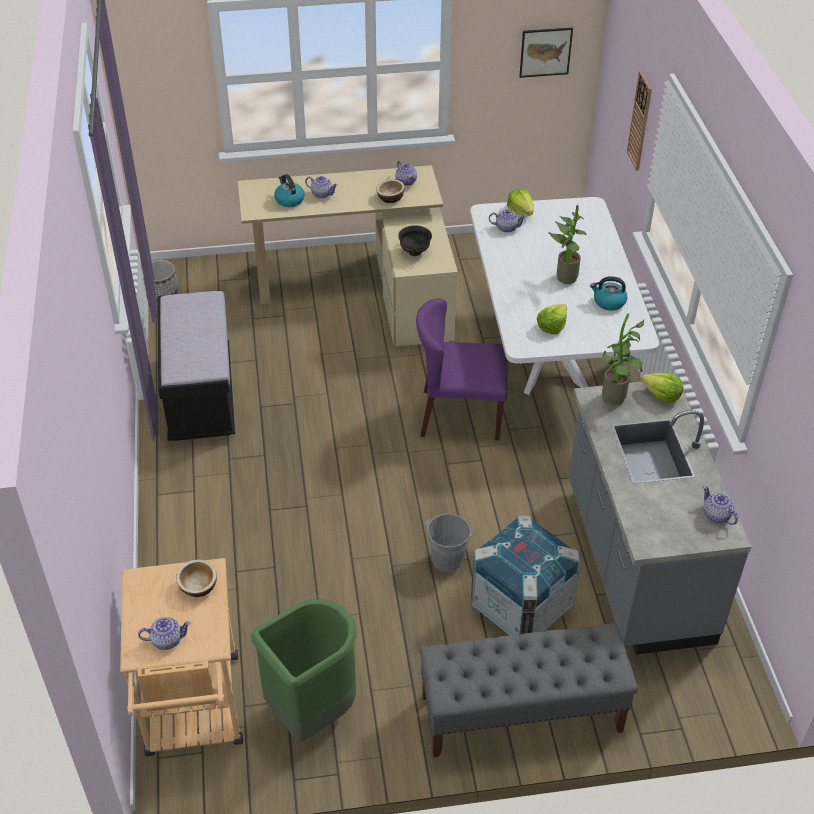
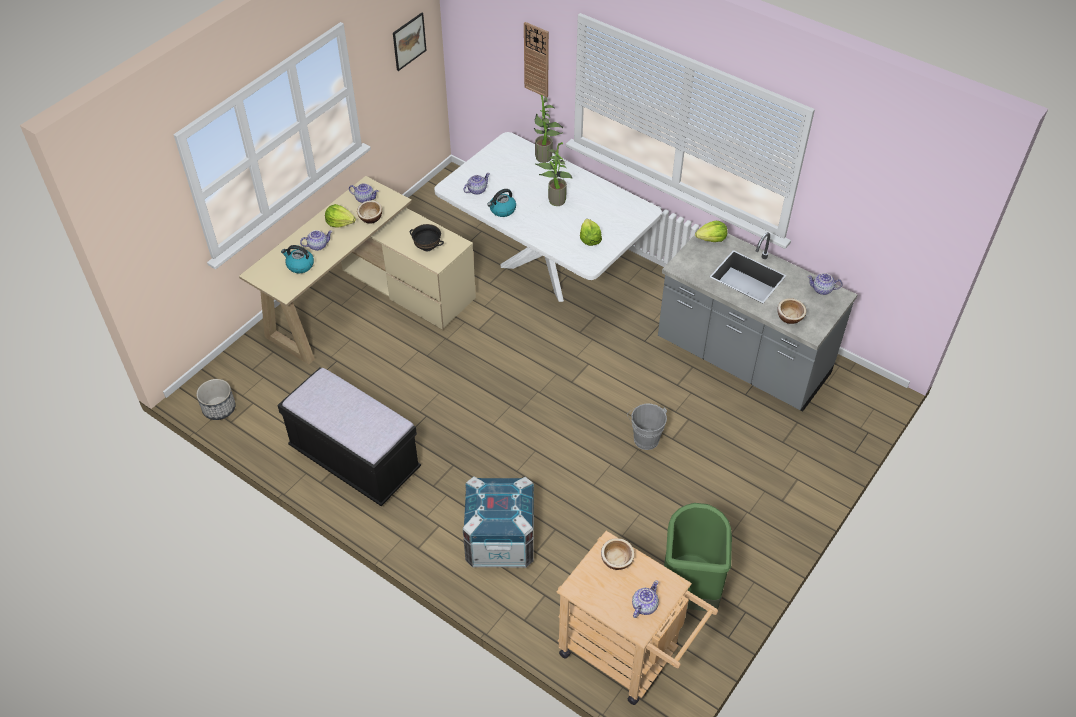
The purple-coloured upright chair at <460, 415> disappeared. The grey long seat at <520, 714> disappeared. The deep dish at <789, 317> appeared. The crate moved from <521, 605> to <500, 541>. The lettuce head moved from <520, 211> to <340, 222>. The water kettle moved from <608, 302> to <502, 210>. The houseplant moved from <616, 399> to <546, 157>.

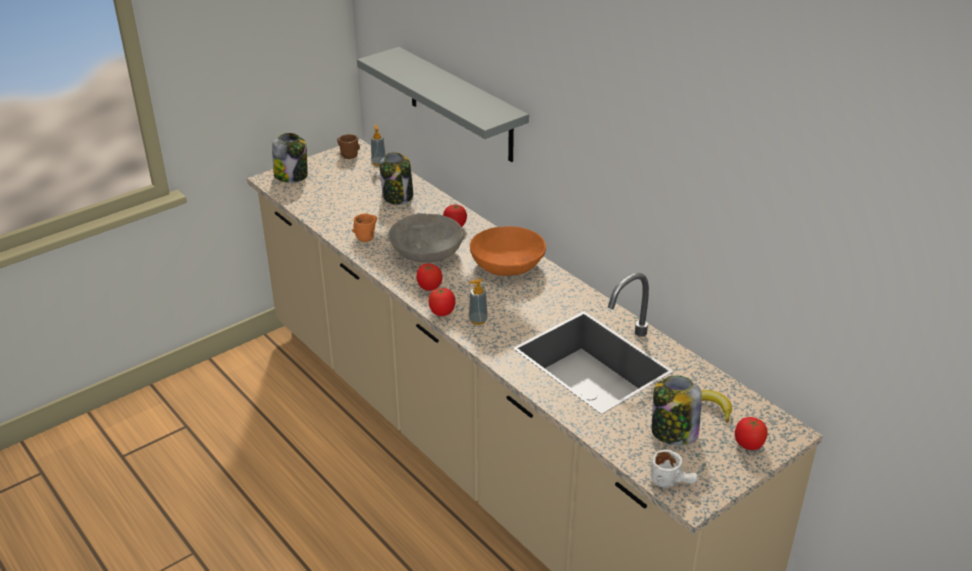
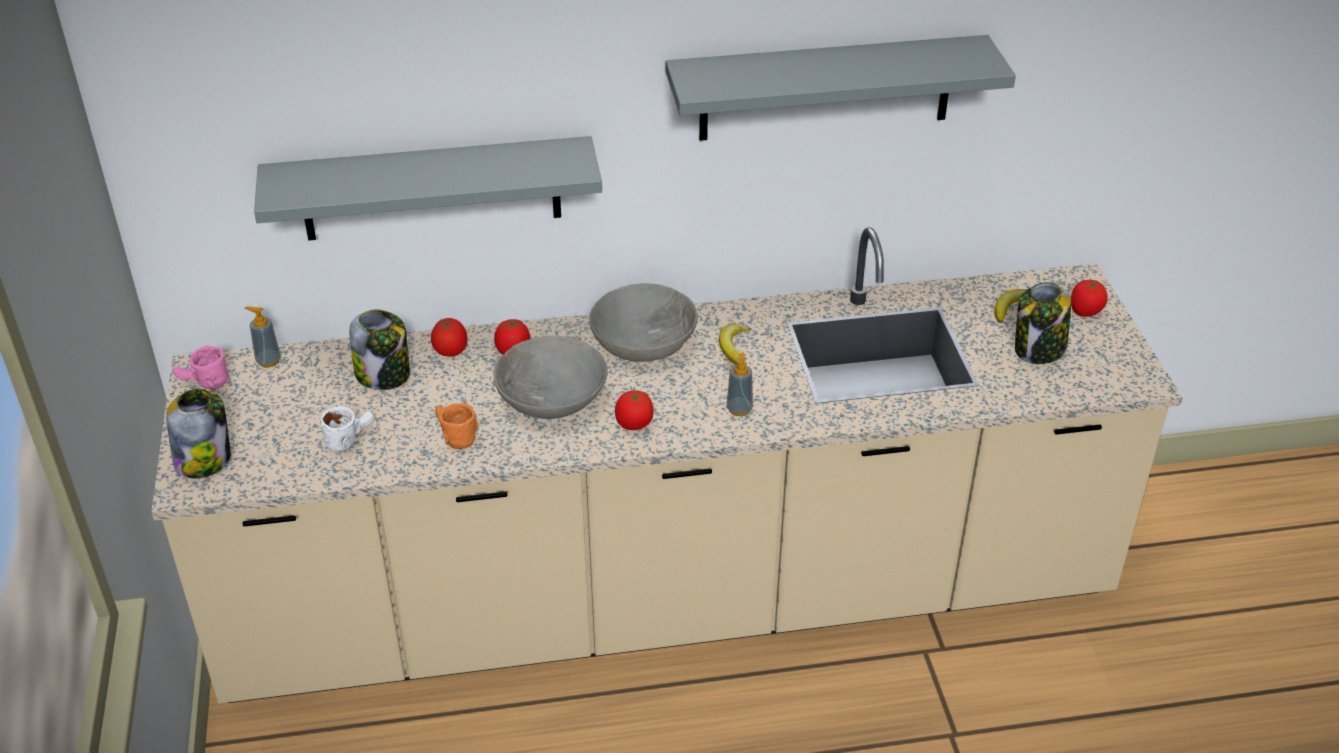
The grey wall shelf at <825, 88> appeared. The whole banana at <734, 348> appeared. The whole tomato moved from <442, 312> to <450, 351>. The white coffee mug moved from <673, 481> to <349, 438>. The brownish coffee mug at <345, 154> became the pink coffee mug at <203, 384>. The orange-coloured deep dish at <508, 265> became the grey deep dish at <643, 342>.

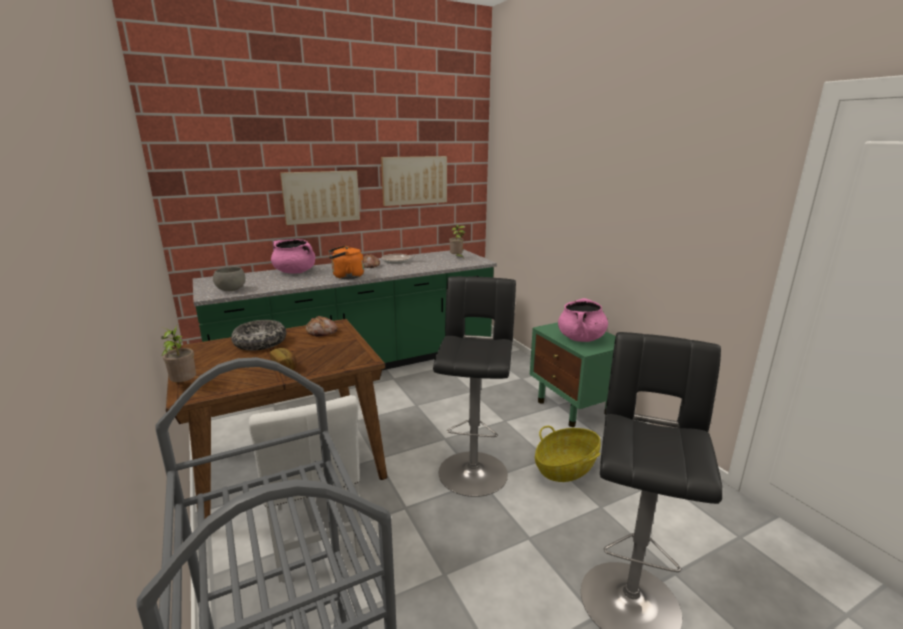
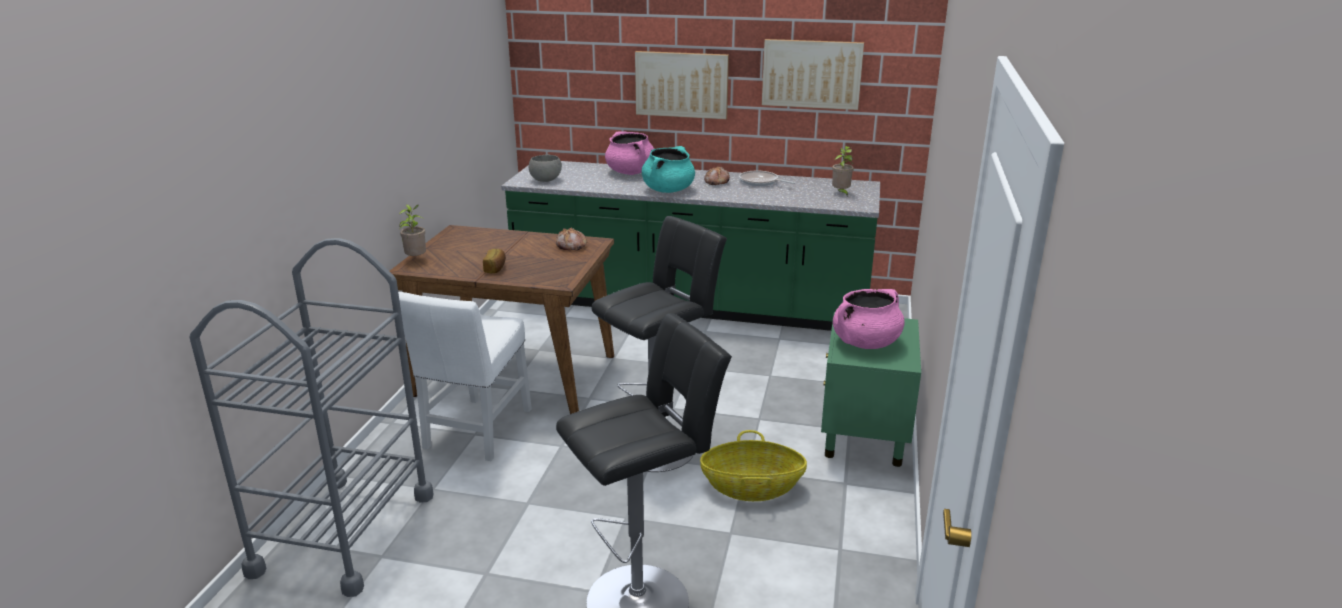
The deep dish at <260, 342> disappeared. The orange-coloured water kettle at <346, 276> was replaced by the turquoise-coloured stockpot at <668, 190>.

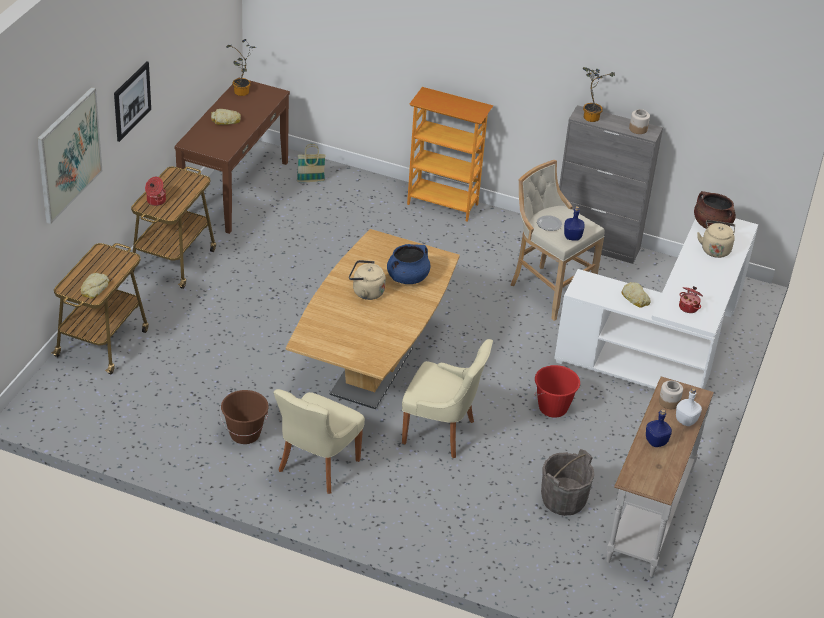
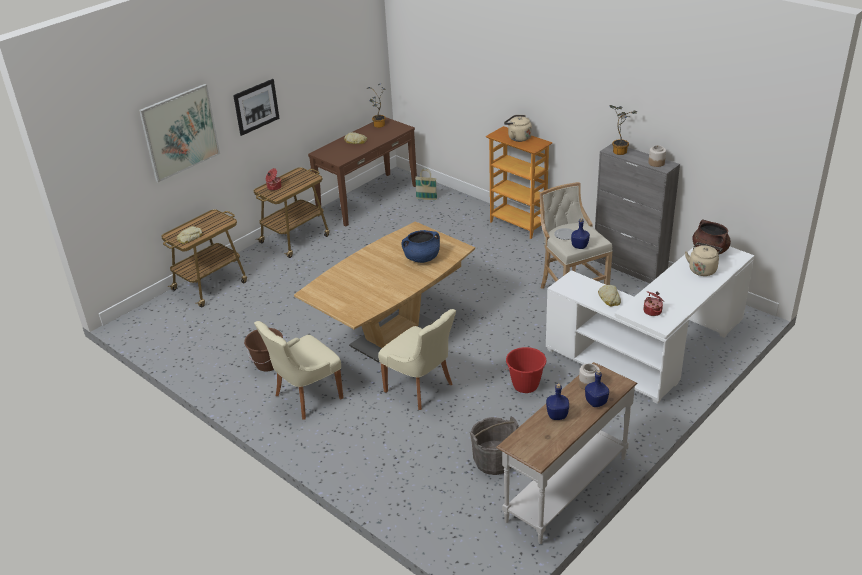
The beige water kettle moved from <366, 292> to <518, 138>. The white bottle at <686, 421> became the blue bottle at <596, 402>.

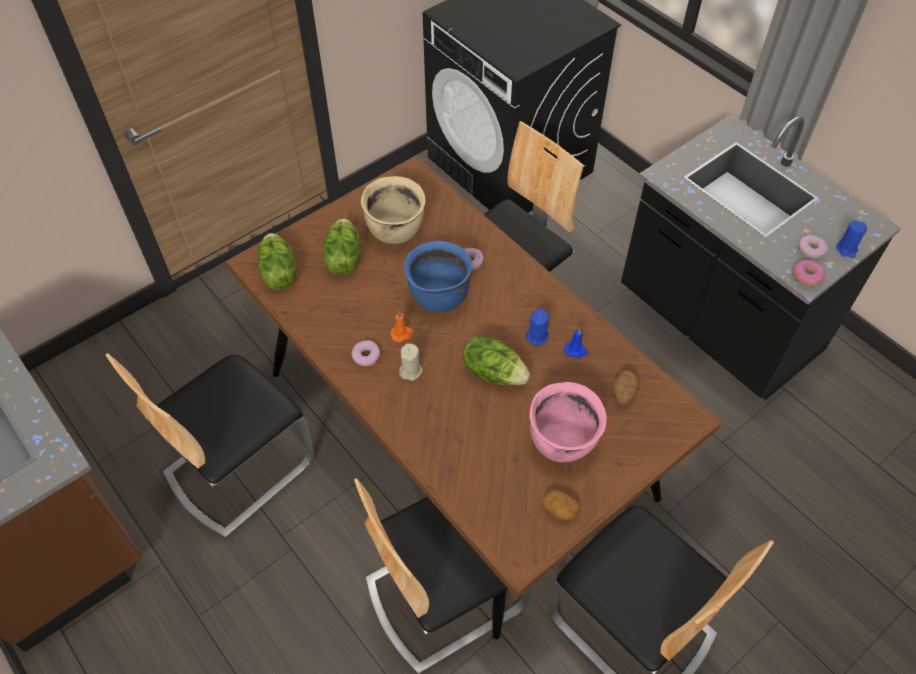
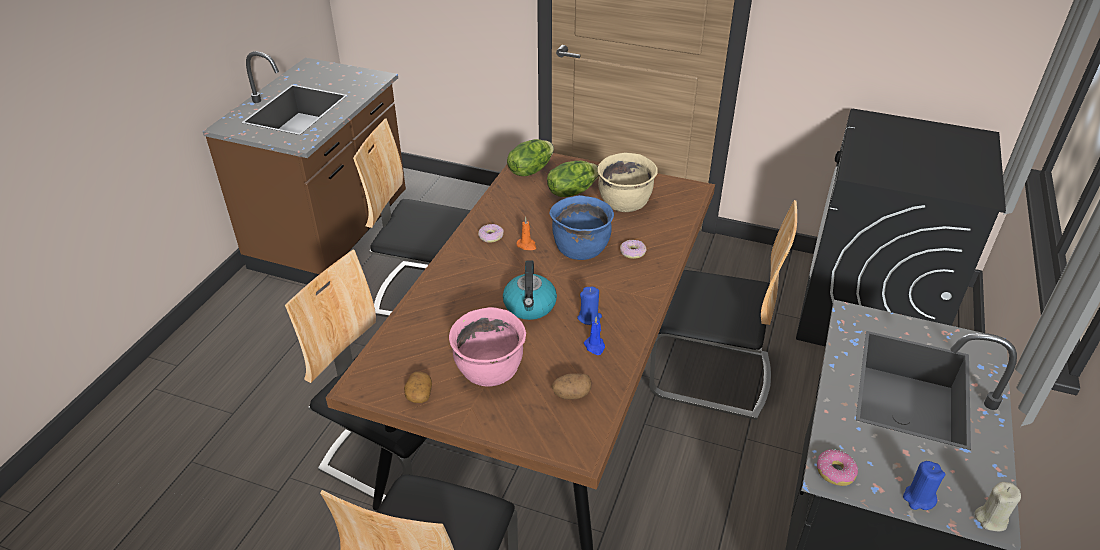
The ring doughnut at <811, 249> disappeared. The beige wax light moved from <410, 370> to <991, 519>. The lettuce head at <494, 372> was replaced by the water kettle at <530, 306>.

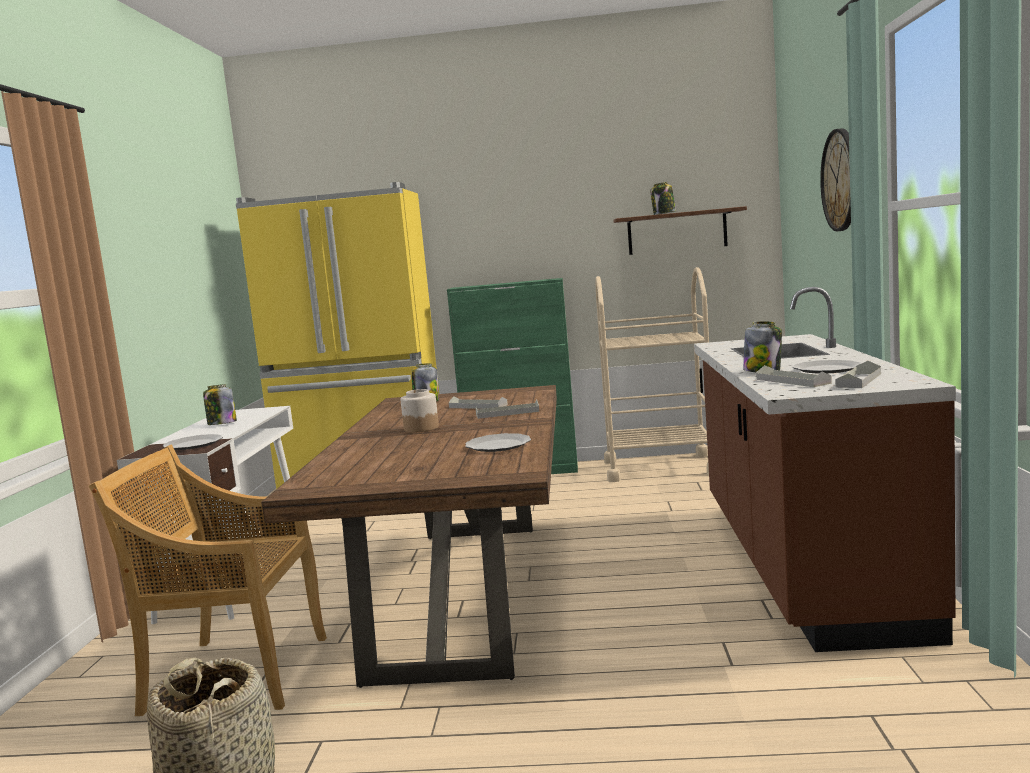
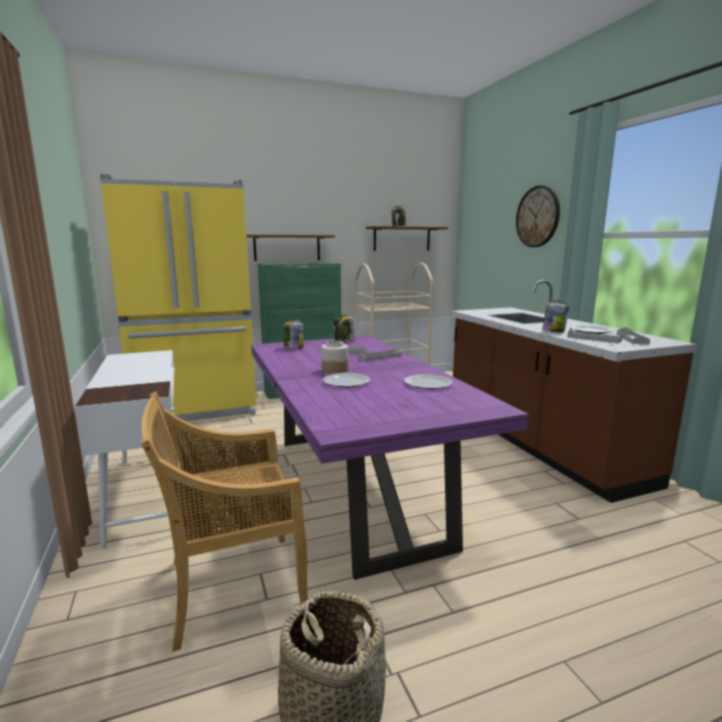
The brownish wall shelf at <287, 247> appeared. The plate moved from <192, 444> to <345, 382>. The preserve jar moved from <221, 424> to <343, 341>. The brownish dining table at <461, 593> became the purple-coloured dining table at <354, 487>.

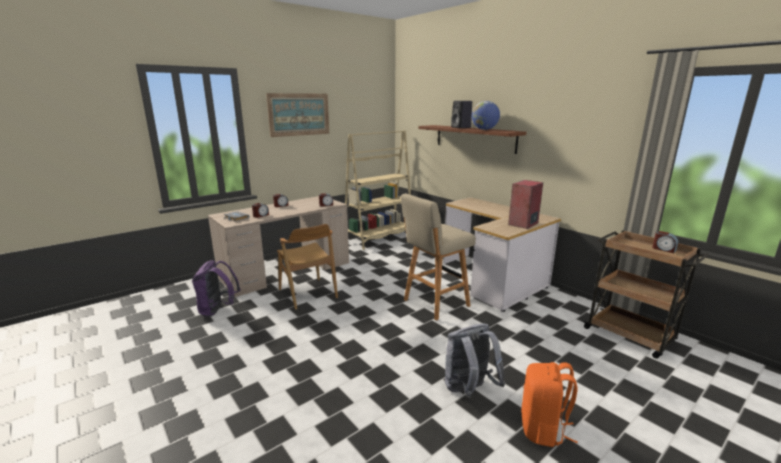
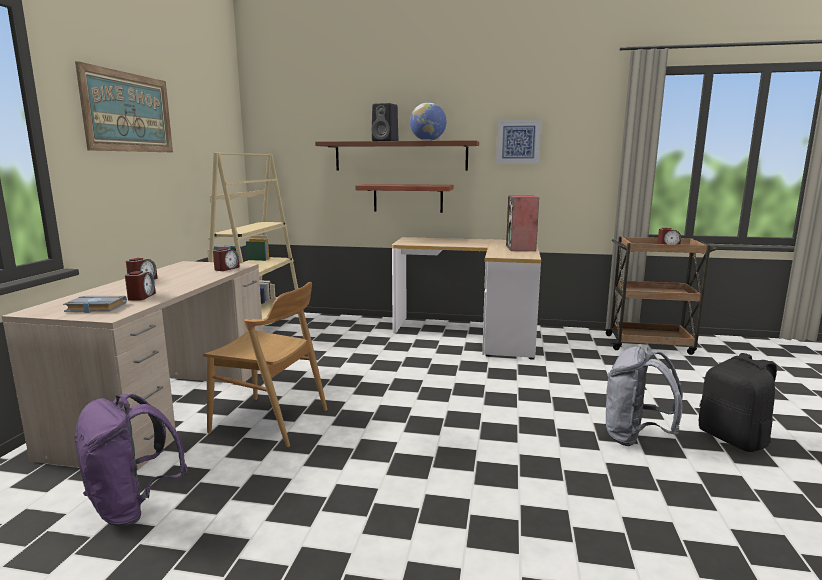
The beige stool seat at <434, 303> disappeared. The wall shelf at <408, 198> appeared. The wall picture at <518, 142> appeared. The orange-coloured backpack at <543, 429> became the black-coloured backpack at <734, 439>.

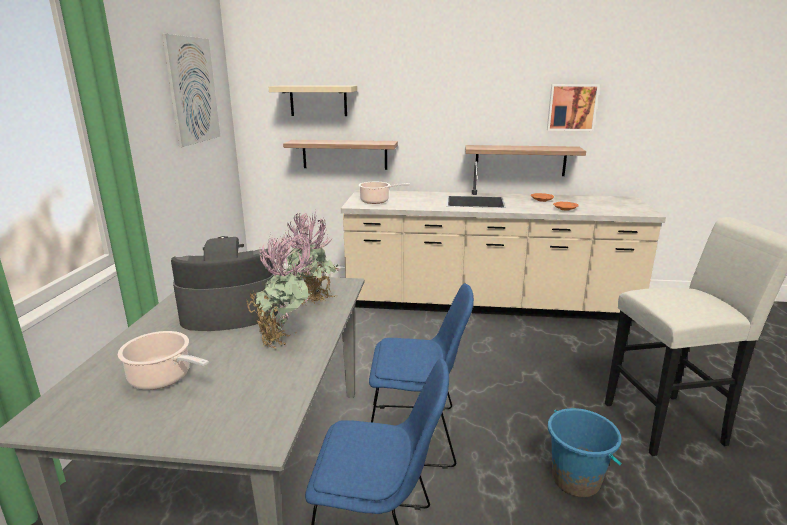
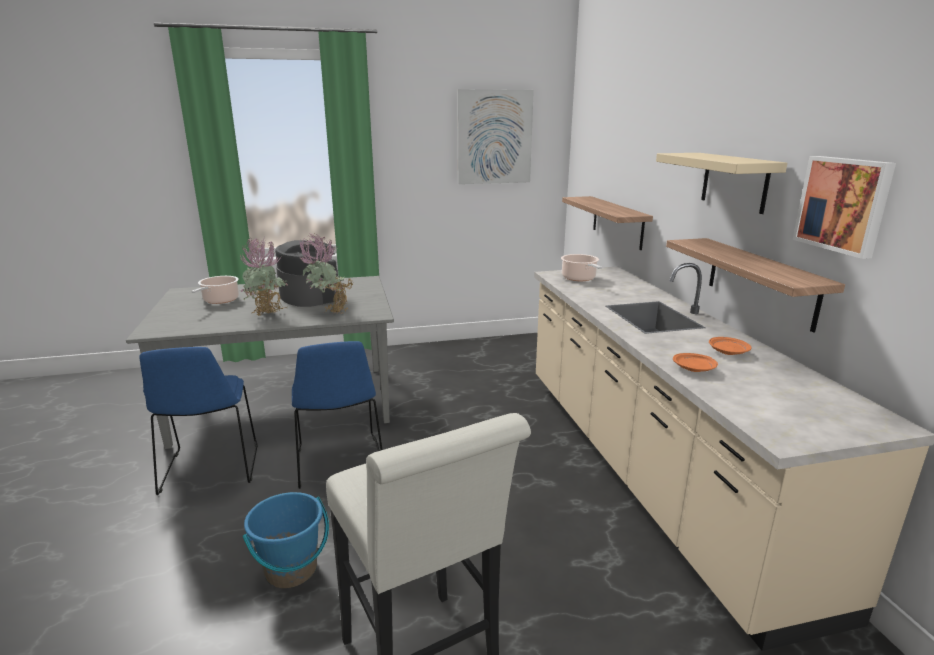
The beige wall shelf moved from <318, 100> to <734, 182>.

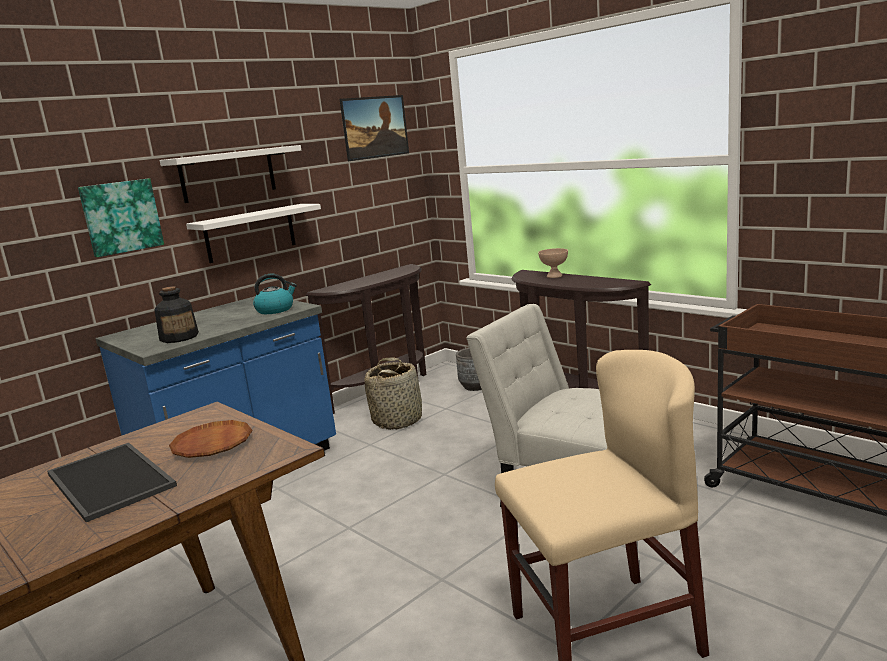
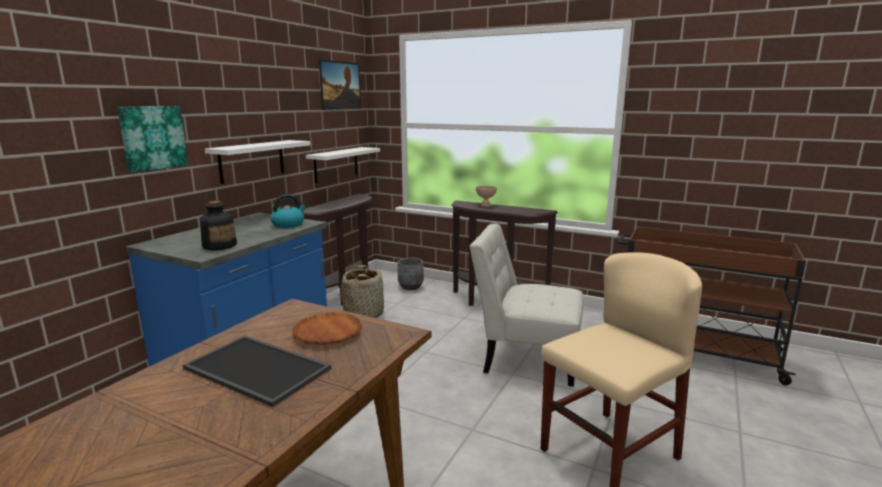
The white wall shelf moved from <228, 174> to <336, 164>.

